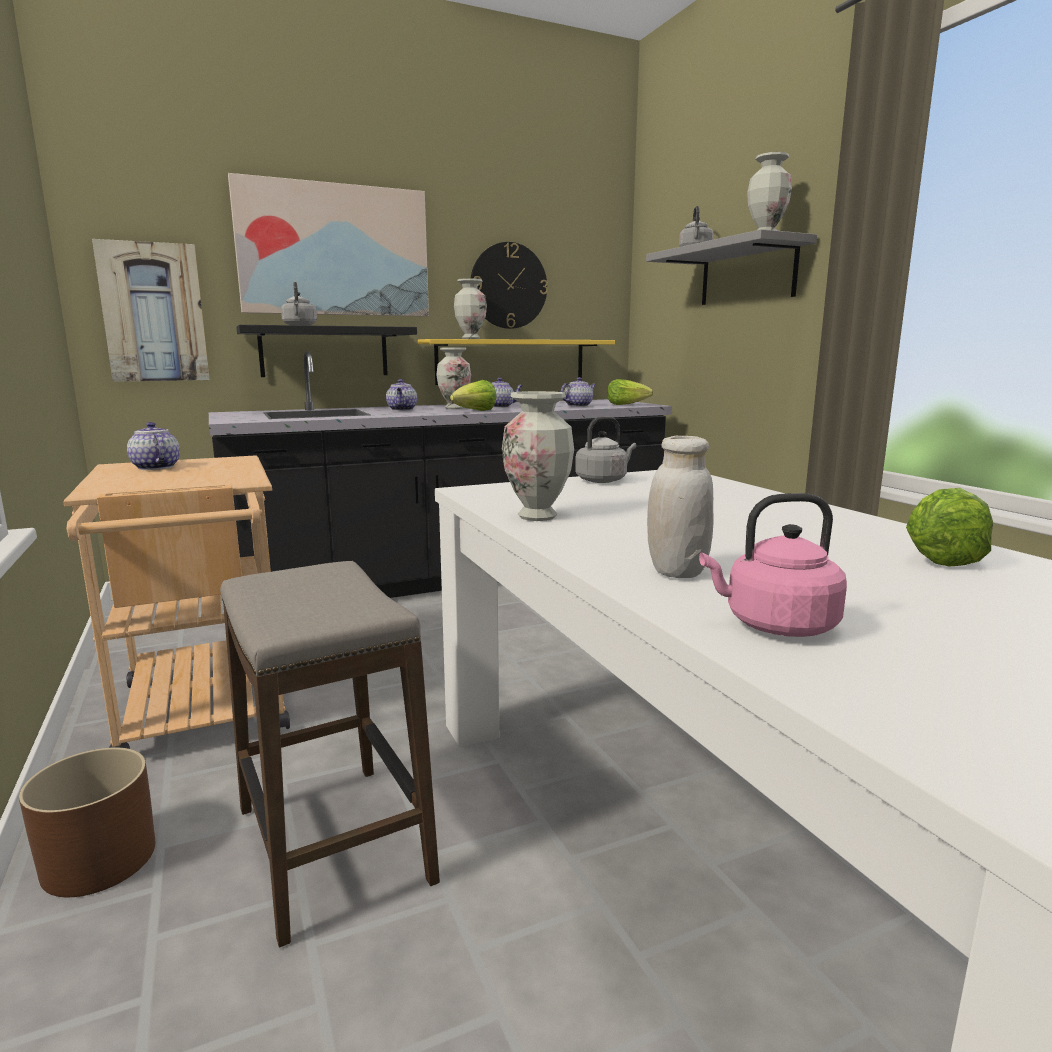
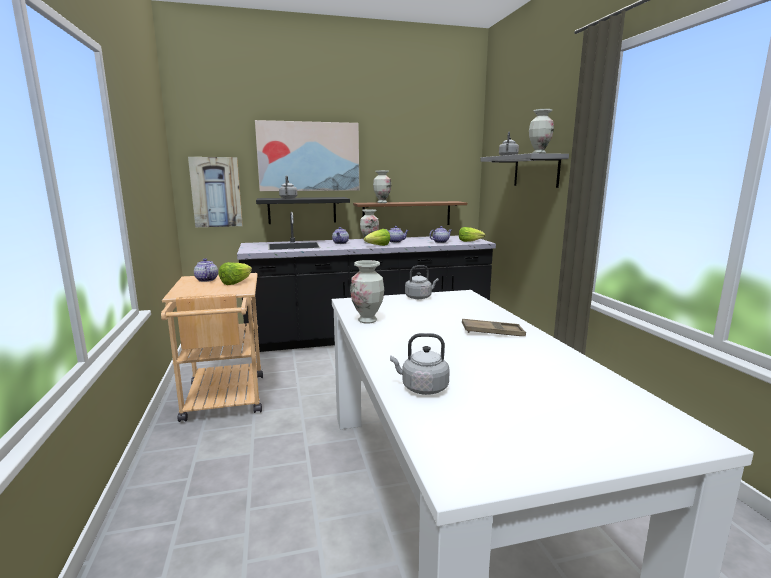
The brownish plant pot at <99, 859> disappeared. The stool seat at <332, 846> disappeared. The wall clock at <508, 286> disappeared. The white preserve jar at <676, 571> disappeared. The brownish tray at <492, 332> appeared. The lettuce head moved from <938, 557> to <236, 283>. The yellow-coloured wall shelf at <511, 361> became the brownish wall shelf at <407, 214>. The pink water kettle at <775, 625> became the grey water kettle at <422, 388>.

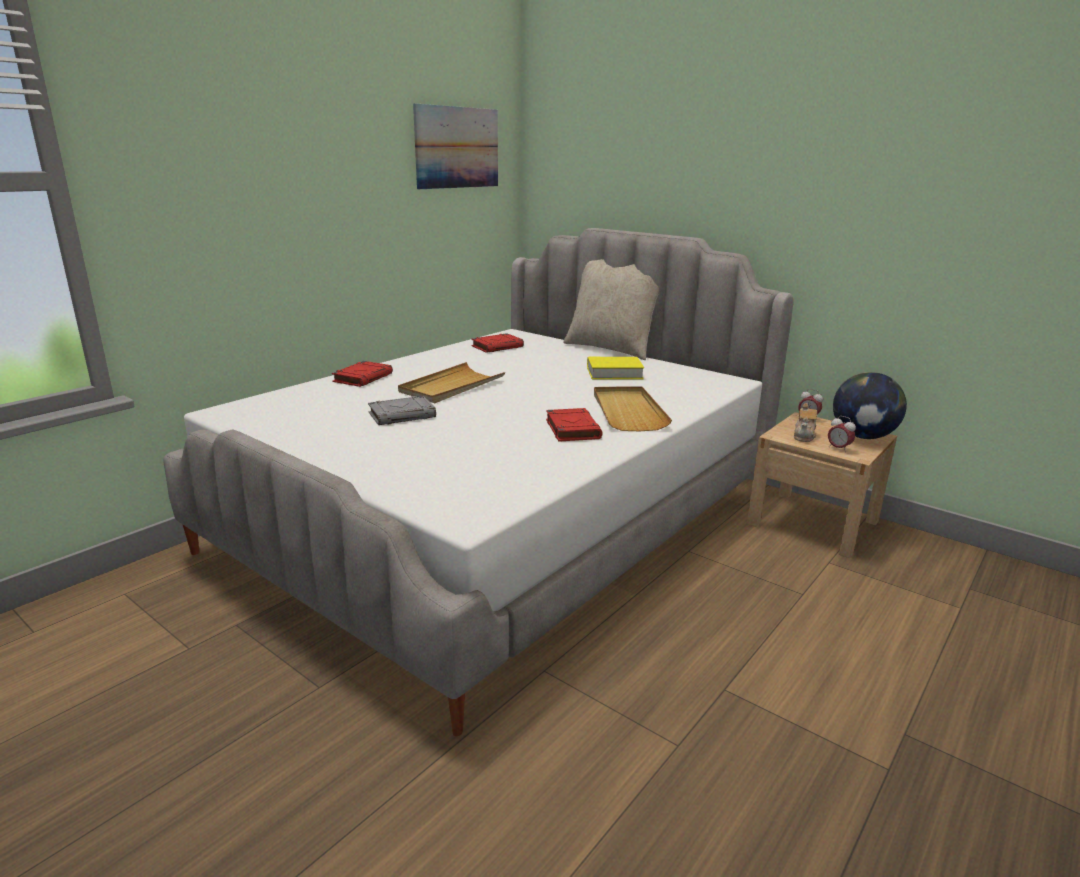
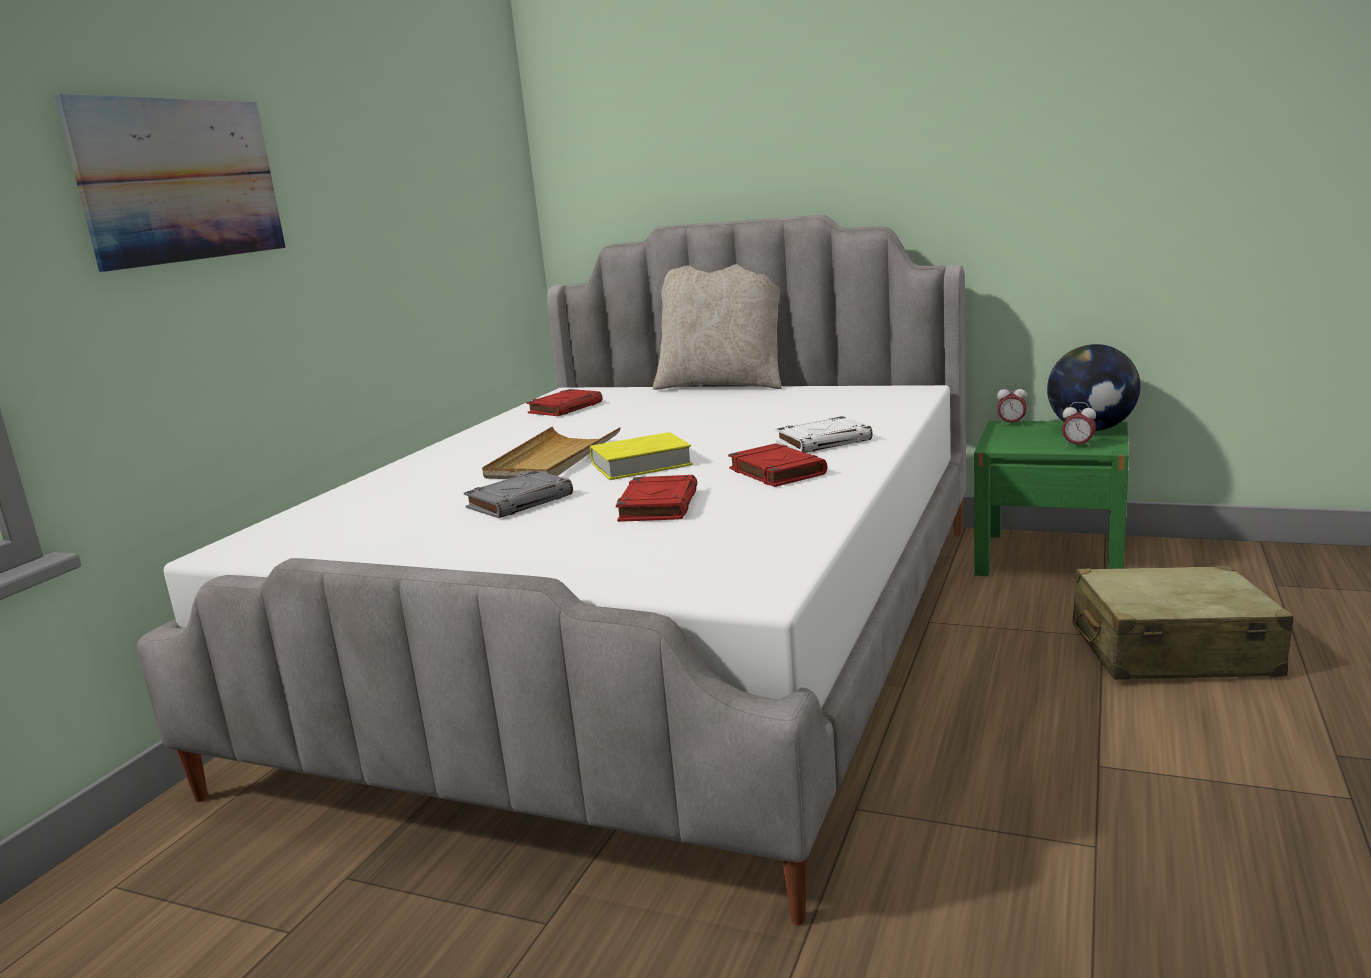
The teapot at <804, 436> disappeared. The beige travel case at <1171, 651> appeared. The red volume moved from <363, 378> to <658, 505>. The wall picture moved from <457, 147> to <181, 180>. The yellow-coloured volume moved from <614, 373> to <641, 464>. The beige tray at <627, 411> was replaced by the white volume at <824, 441>. The beige night table at <812, 523> became the greenish night table at <1050, 557>.

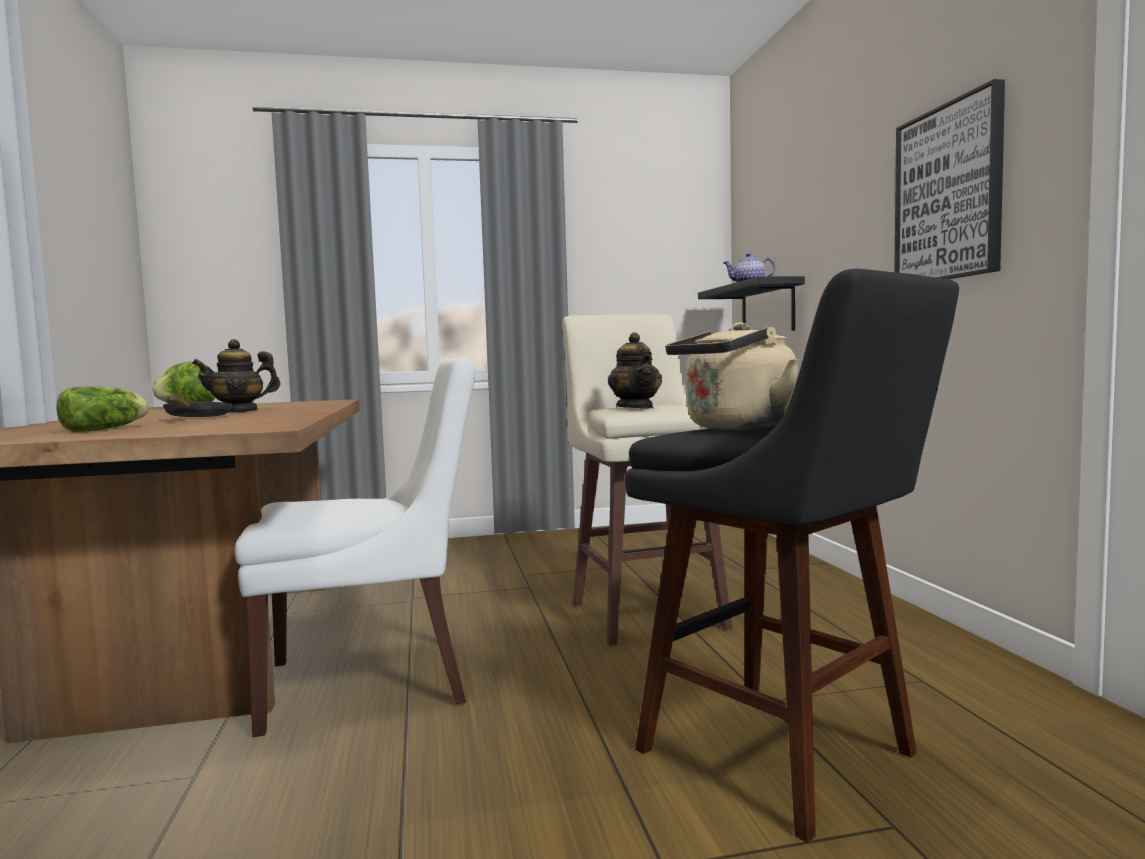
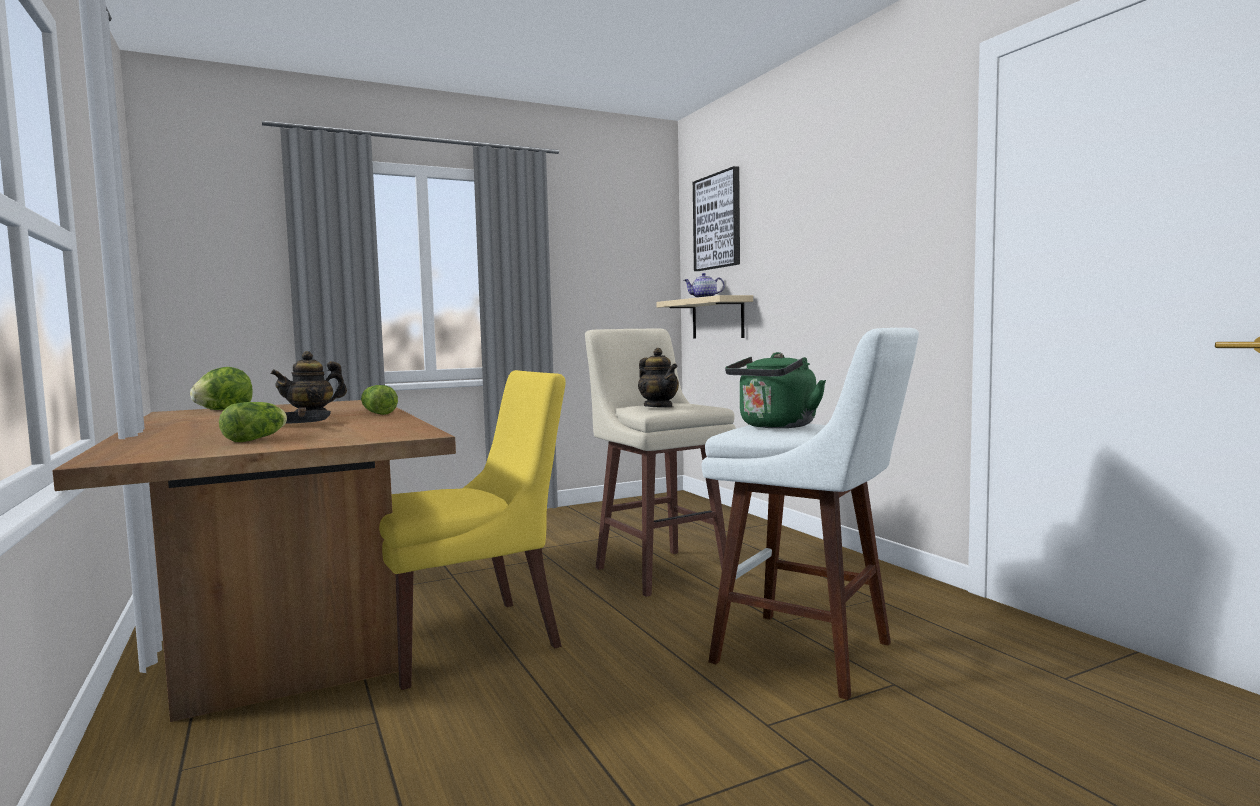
The lettuce head at <377, 413> appeared. The wall picture moved from <949, 193> to <718, 221>. The white upright chair at <374, 681> became the yellow-coloured upright chair at <471, 640>. The black-coloured stool seat at <786, 757> became the white stool seat at <811, 654>. The beige water kettle at <735, 428> became the greenish water kettle at <775, 426>. The black-coloured wall shelf at <767, 309> became the beige wall shelf at <717, 318>.

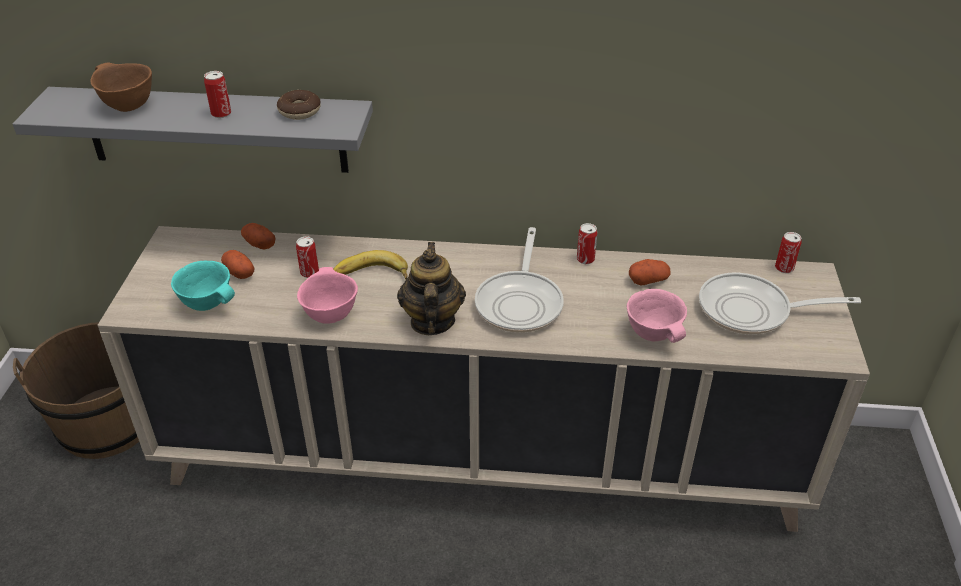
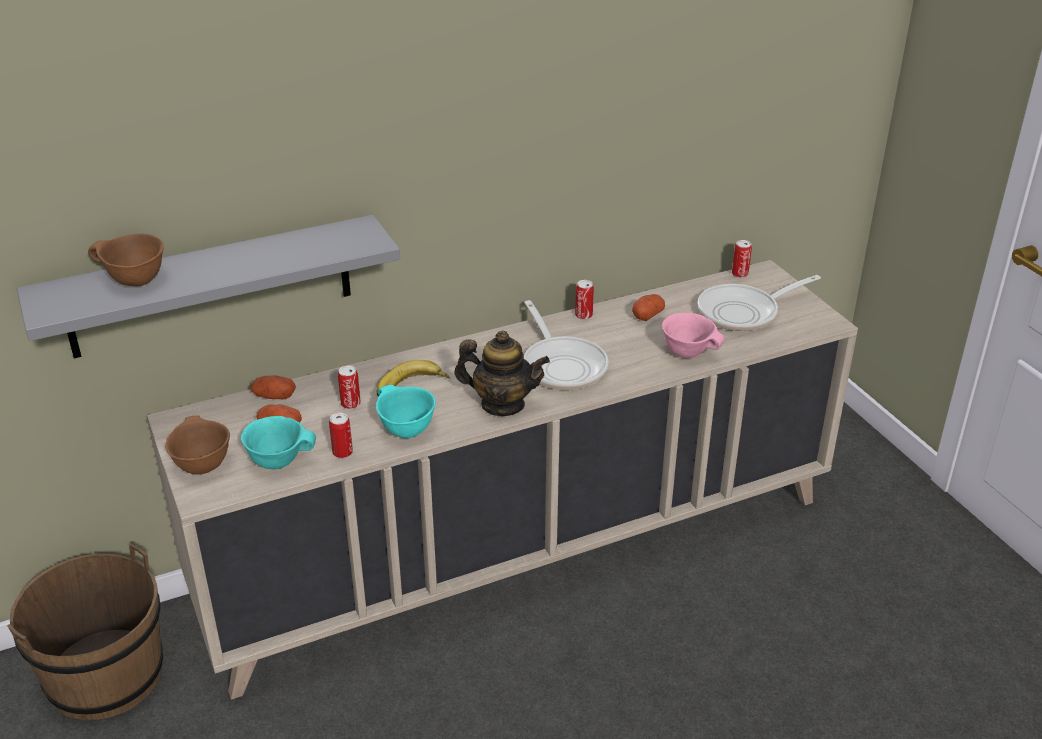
The ring doughnut at <299, 111> disappeared. The brownish deep dish at <201, 465> appeared. The metal can moved from <221, 113> to <342, 452>. The pink deep dish at <329, 314> became the turquoise-coloured deep dish at <405, 430>. The teapot at <431, 321> turned 135 degrees clockwise.

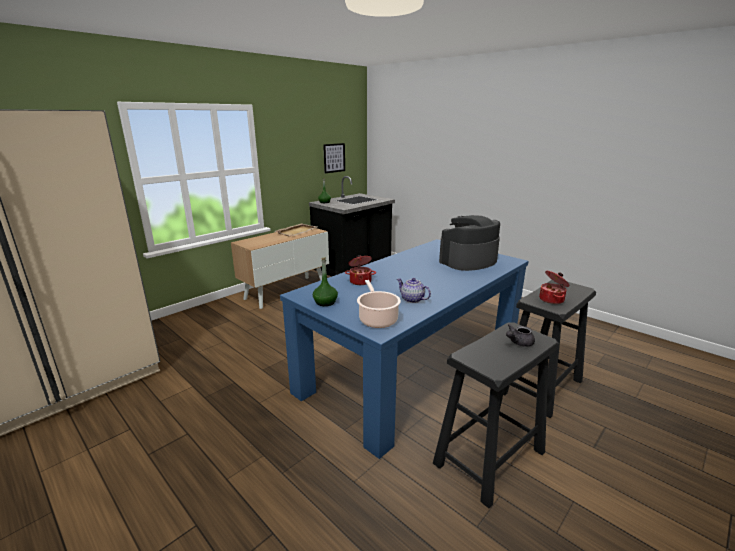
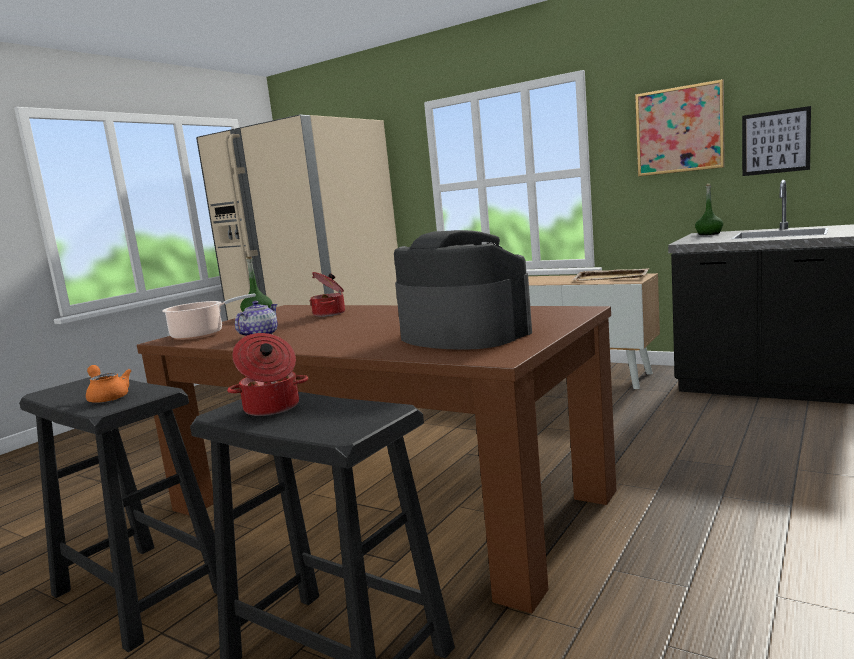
The wall picture at <679, 130> appeared. The blue dining table at <412, 366> became the brownish dining table at <384, 501>. The grey teapot at <518, 342> became the orange-coloured teapot at <107, 397>.

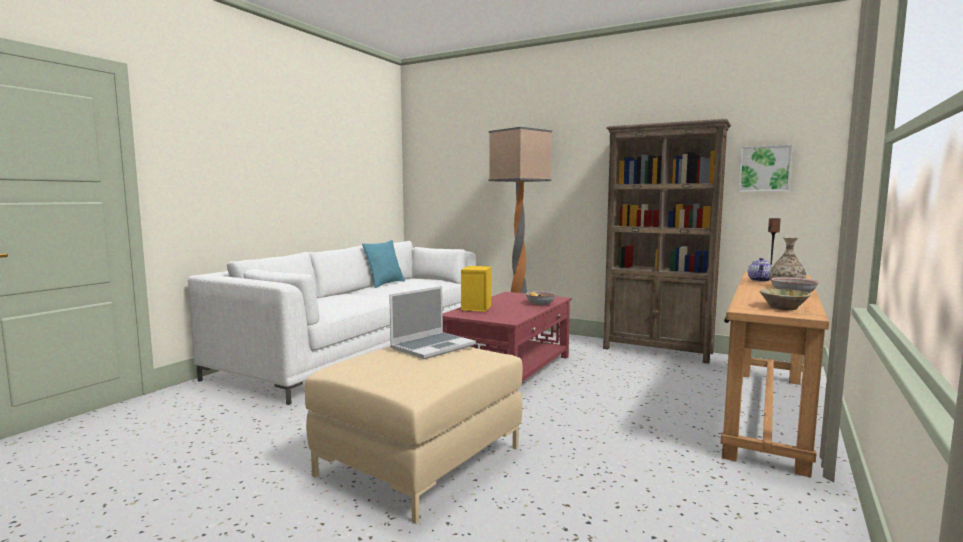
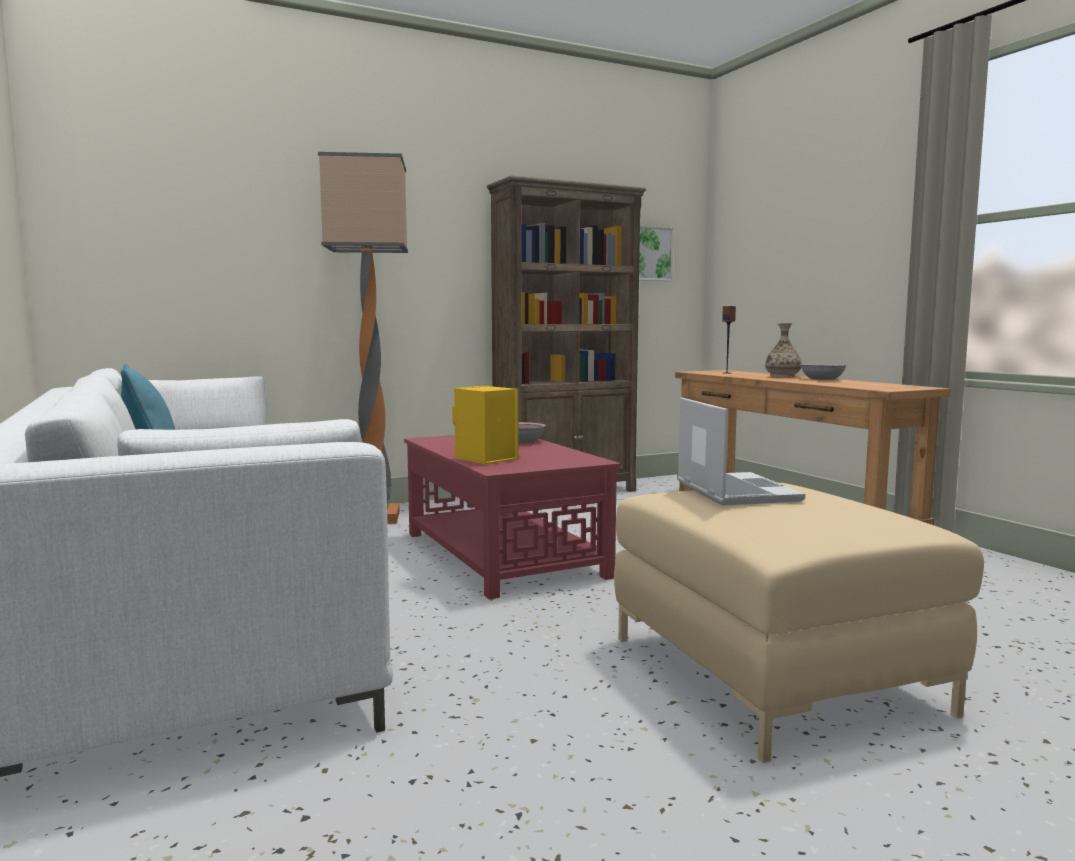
The teapot at <760, 280> disappeared. The beige deep dish at <783, 307> disappeared.

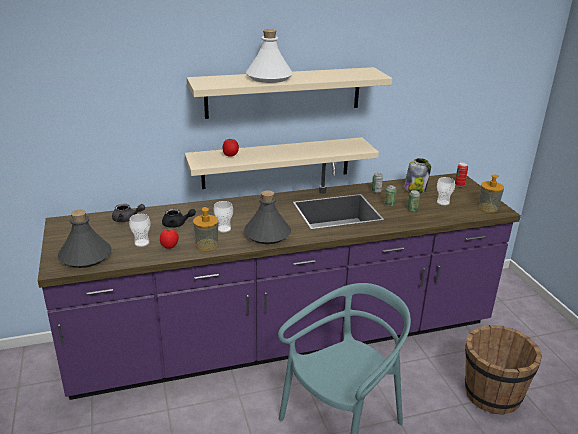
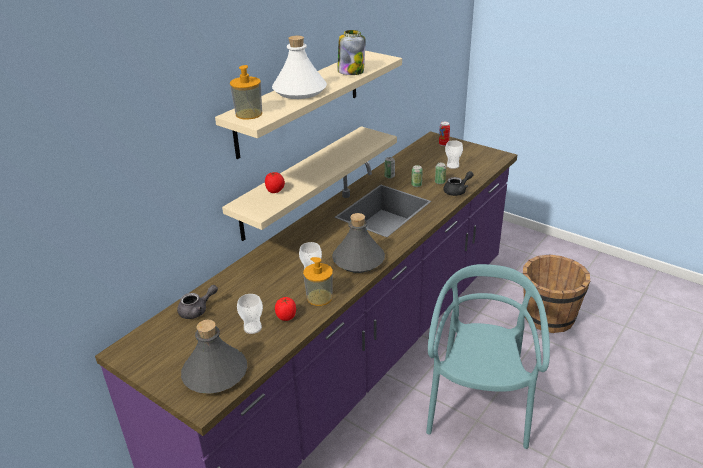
The black-coloured teapot moved from <177, 224> to <457, 191>. The preserve jar moved from <415, 189> to <351, 71>. The soap dispenser moved from <488, 207> to <249, 114>.

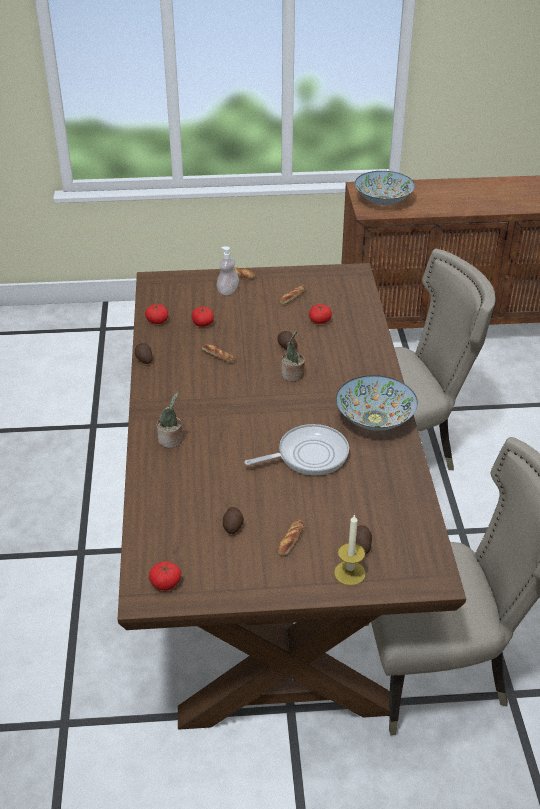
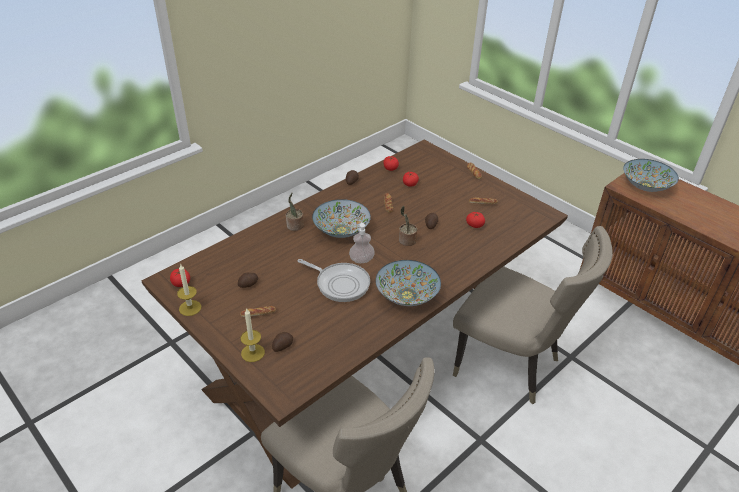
The wax light at <190, 308> appeared. The deep dish at <341, 230> appeared. The soap dispenser moved from <228, 291> to <361, 260>.

